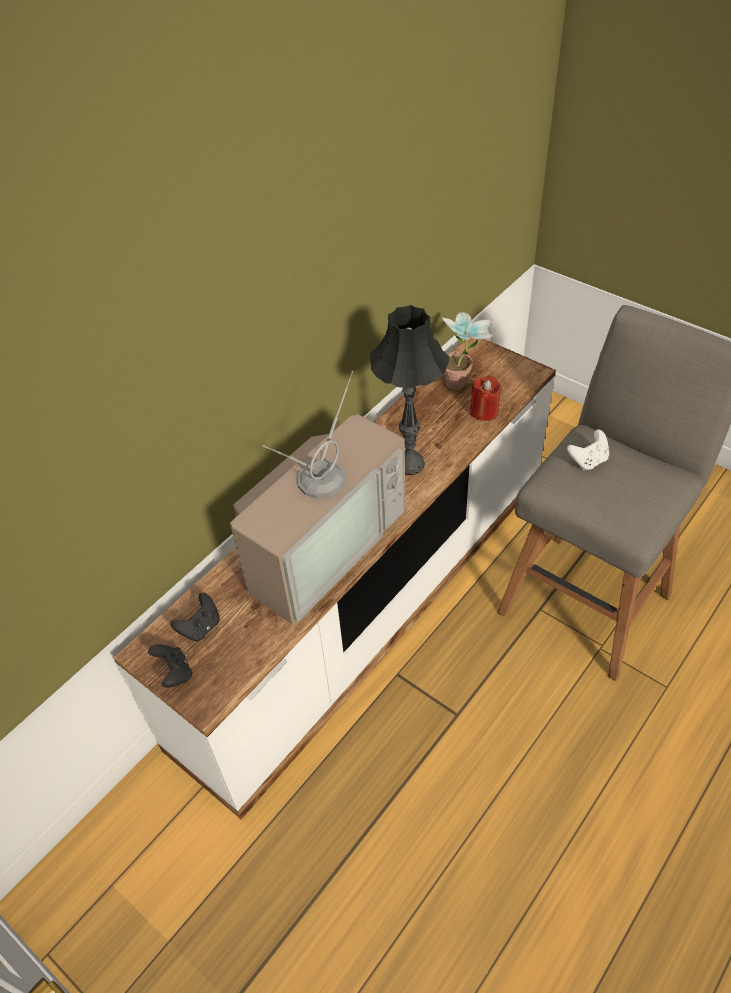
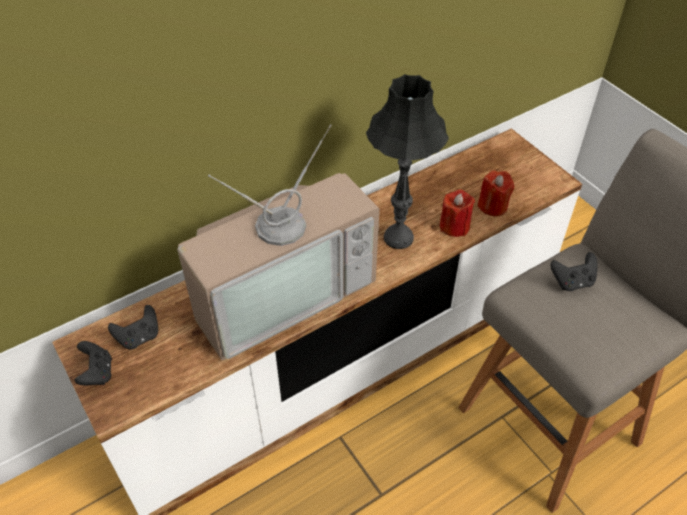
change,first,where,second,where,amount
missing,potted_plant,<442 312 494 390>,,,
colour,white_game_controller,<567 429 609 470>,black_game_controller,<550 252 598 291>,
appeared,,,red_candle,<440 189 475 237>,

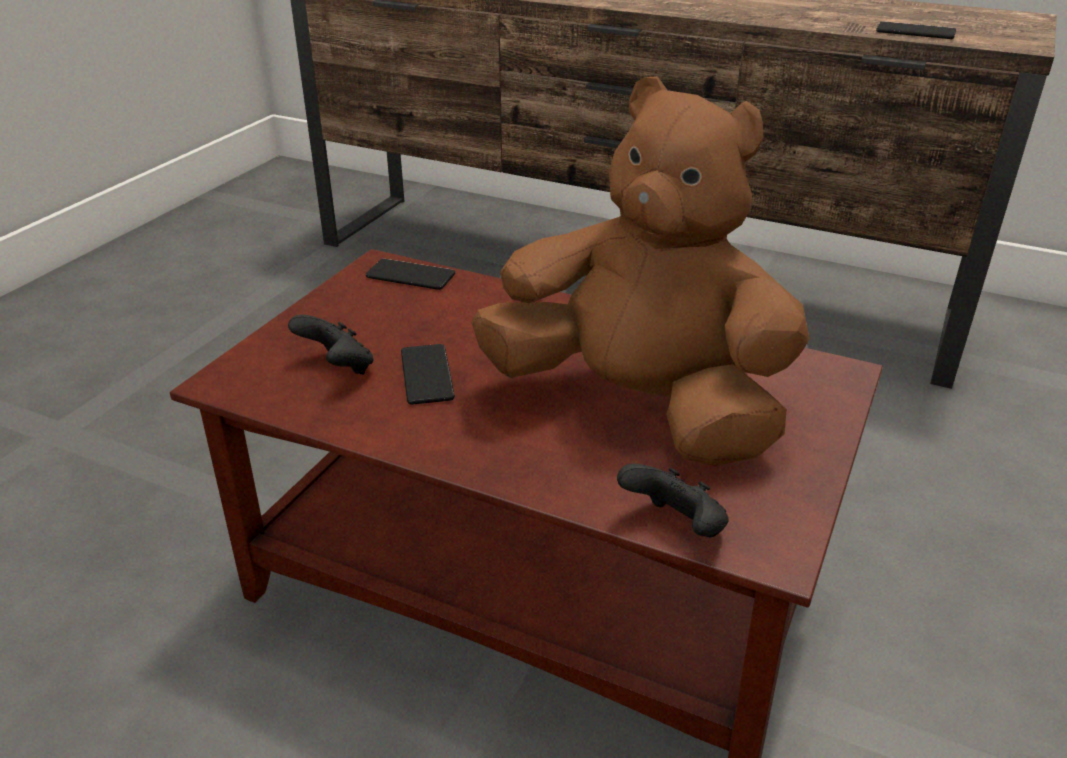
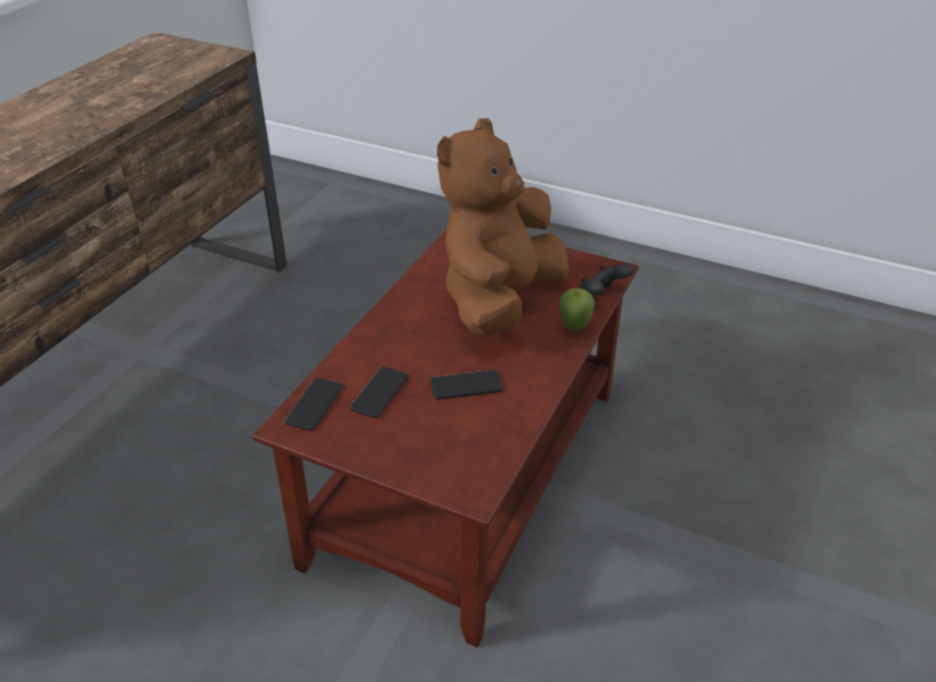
change,first,where,second,where,amount
missing,black_game_controller,<288 315 374 374>,,,
relocated,phone,<876 21 956 39>,,<350 366 408 418>,
appeared,,,apple,<559 288 595 332>,

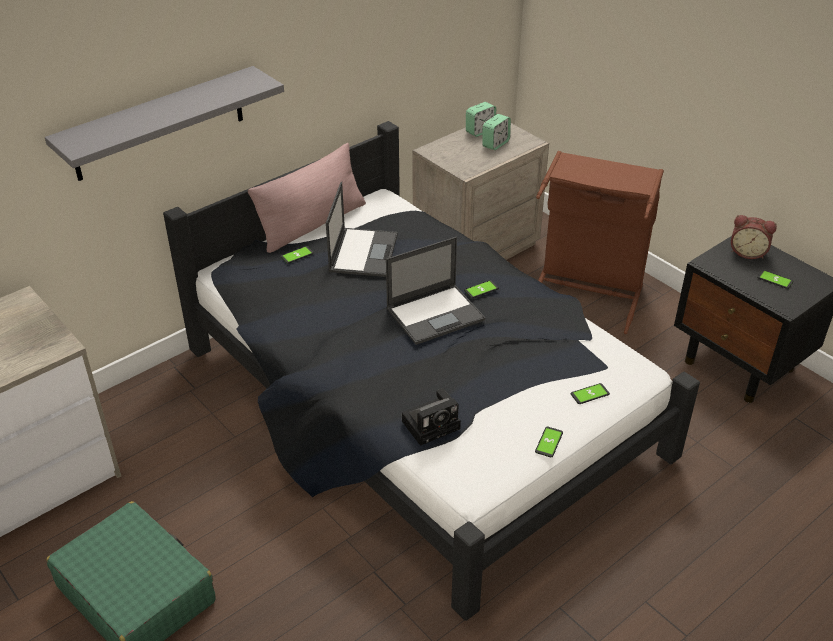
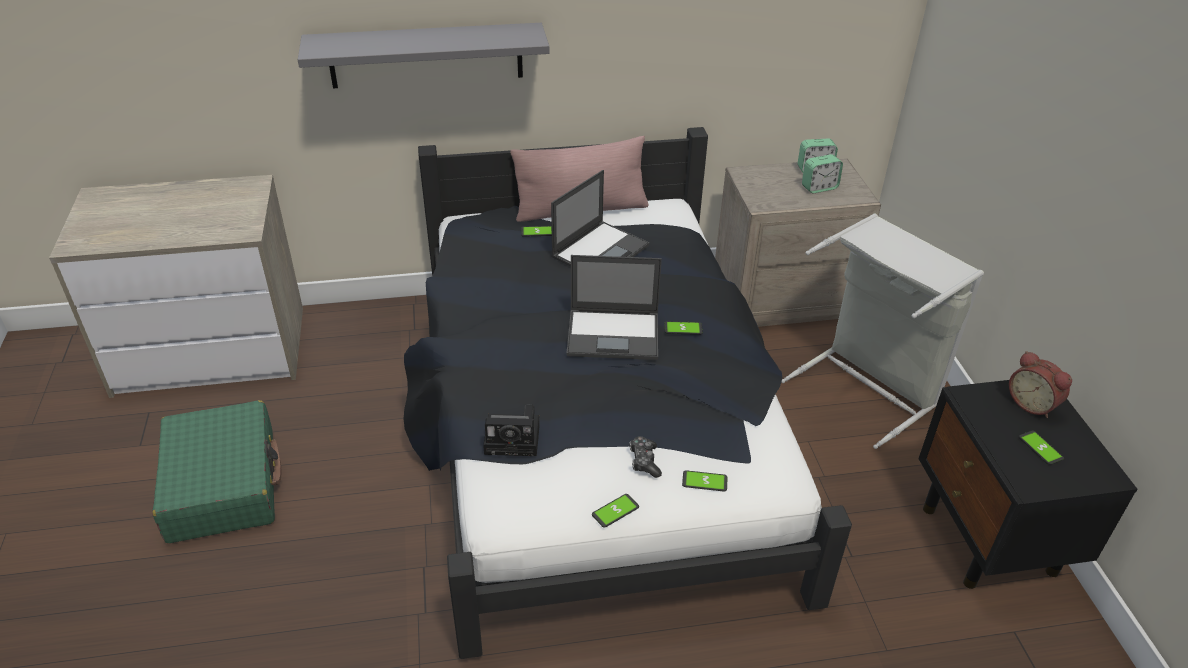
change,first,where,second,where,amount
colour,brown_laundry_basket,<536 151 664 334>,grey_laundry_basket,<781 213 984 449>,
appeared,,,game_controller,<629 436 662 478>,

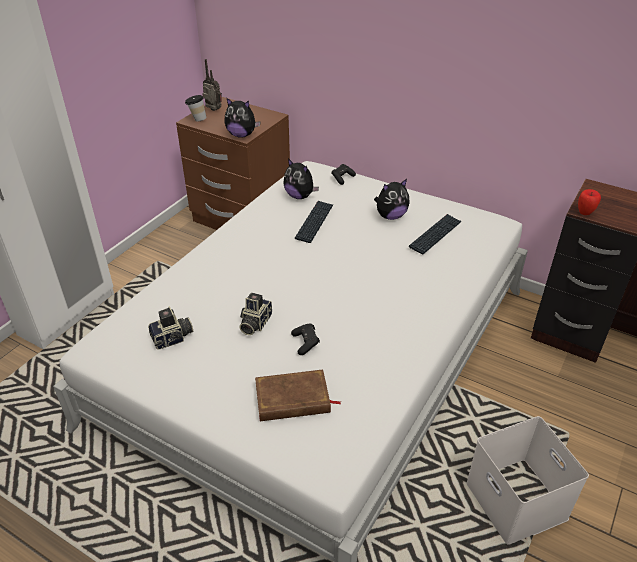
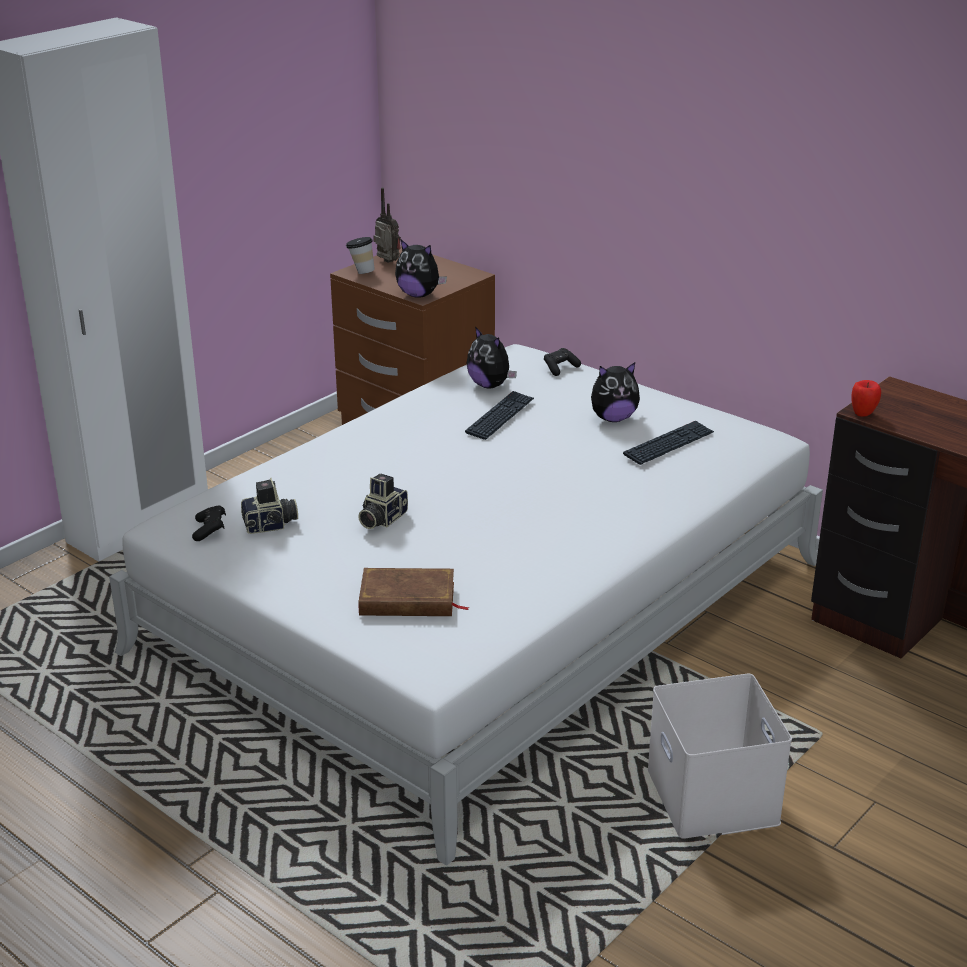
change,first,where,second,where,amount
relocated,black_game_controller,<291 323 320 355>,,<192 506 226 541>,

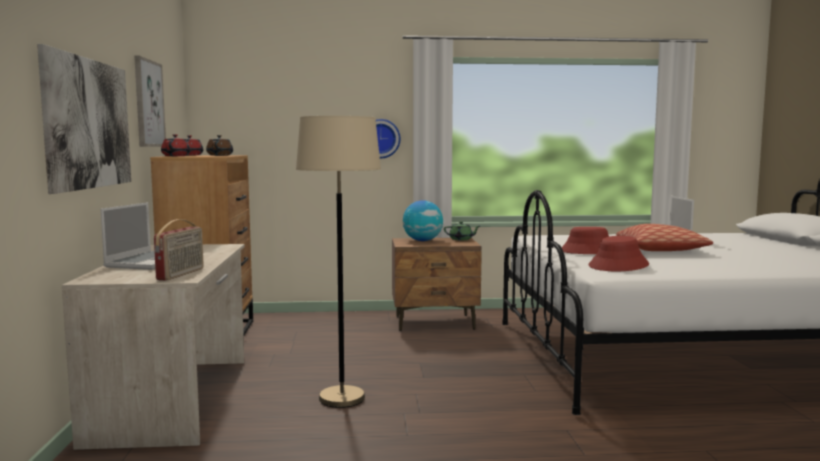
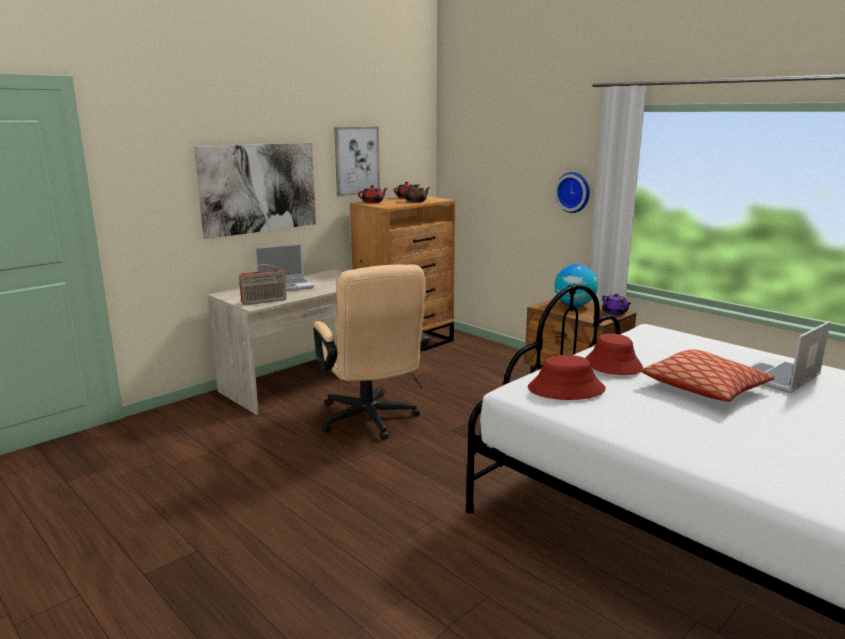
change,first,where,second,where,amount
exchanged,beige_floor_lamp,<296 116 381 408>,beige_office_chair,<313 264 429 440>,
colour,green_teapot,<444 221 480 240>,purple_teapot,<602 293 631 315>,

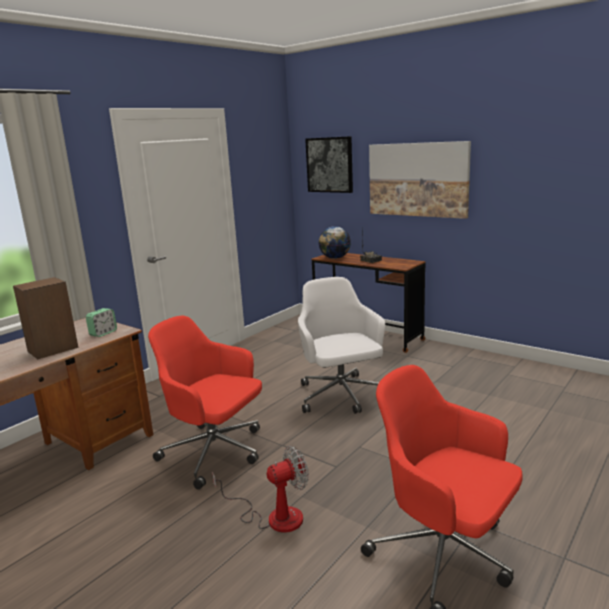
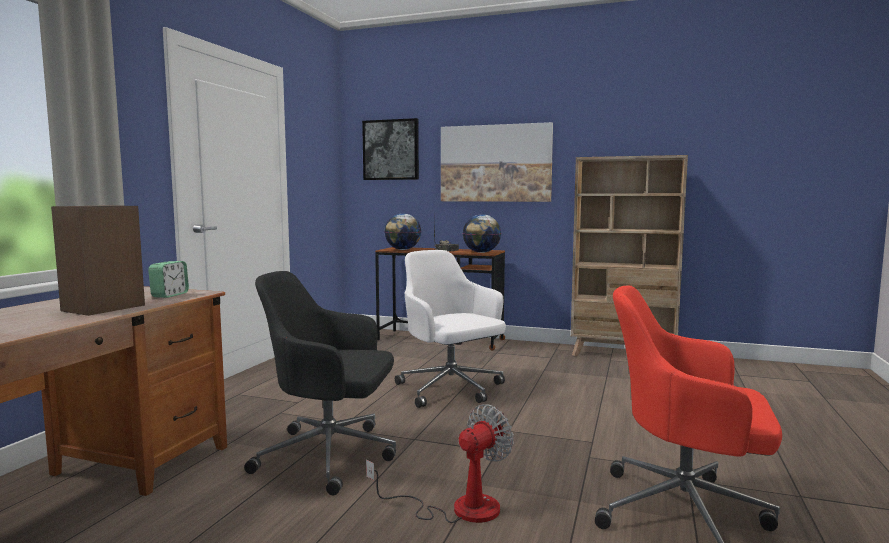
change,first,where,second,where,amount
colour,red_office_chair,<148 315 262 490>,black_office_chair,<244 271 396 495>,
appeared,,,globe,<463 214 501 253>,
appeared,,,beige_bookcase,<571 155 688 356>,

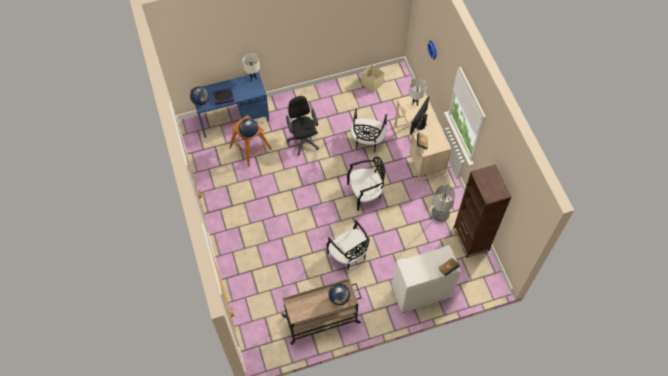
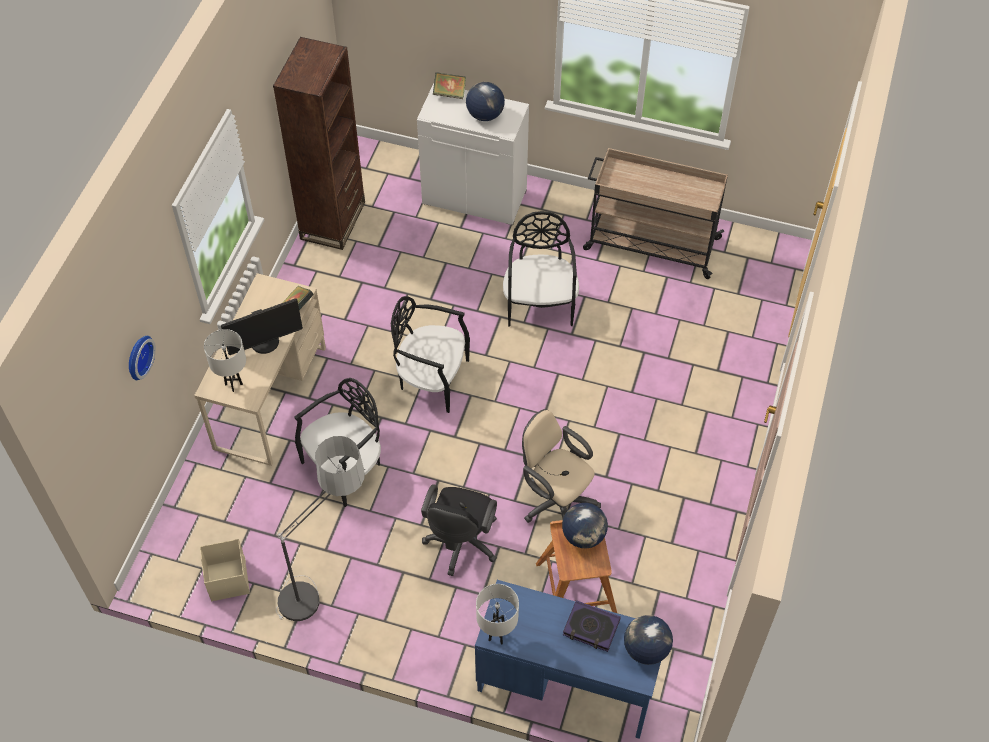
change,first,where,second,where,amount
relocated,globe,<329 283 350 305>,,<466 82 505 121>,
relocated,floor_lamp,<431 182 455 225>,,<276 436 365 621>,
appeared,,,beige_office_chair,<522 409 601 523>,

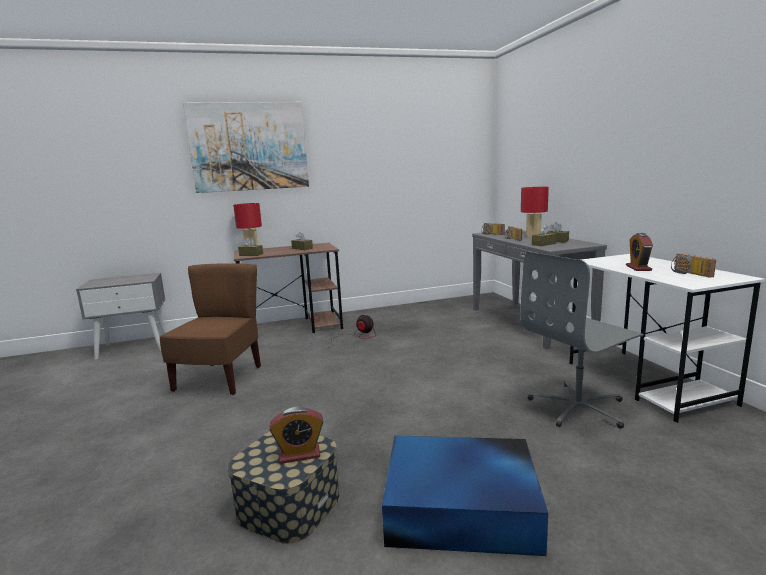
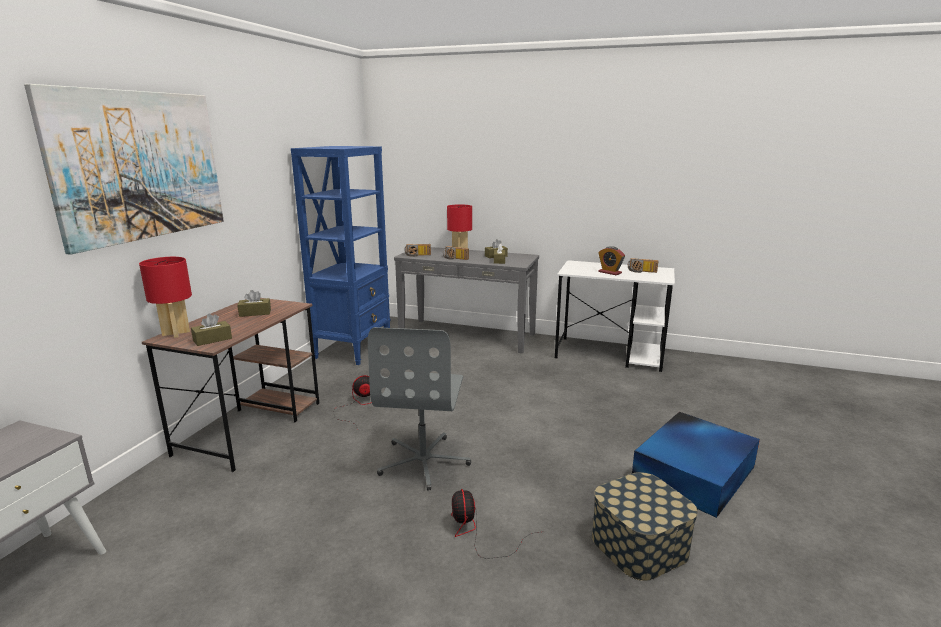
change,first,where,second,where,amount
missing,brown_chair,<160 263 261 395>,,,
missing,alarm_clock,<269 407 323 464>,,,
relocated,grey_office_chair,<520 252 644 429>,,<368 327 471 490>,
appeared,,,blue_bookcase,<291 146 391 365>,
appeared,,,fan,<451 489 539 559>,

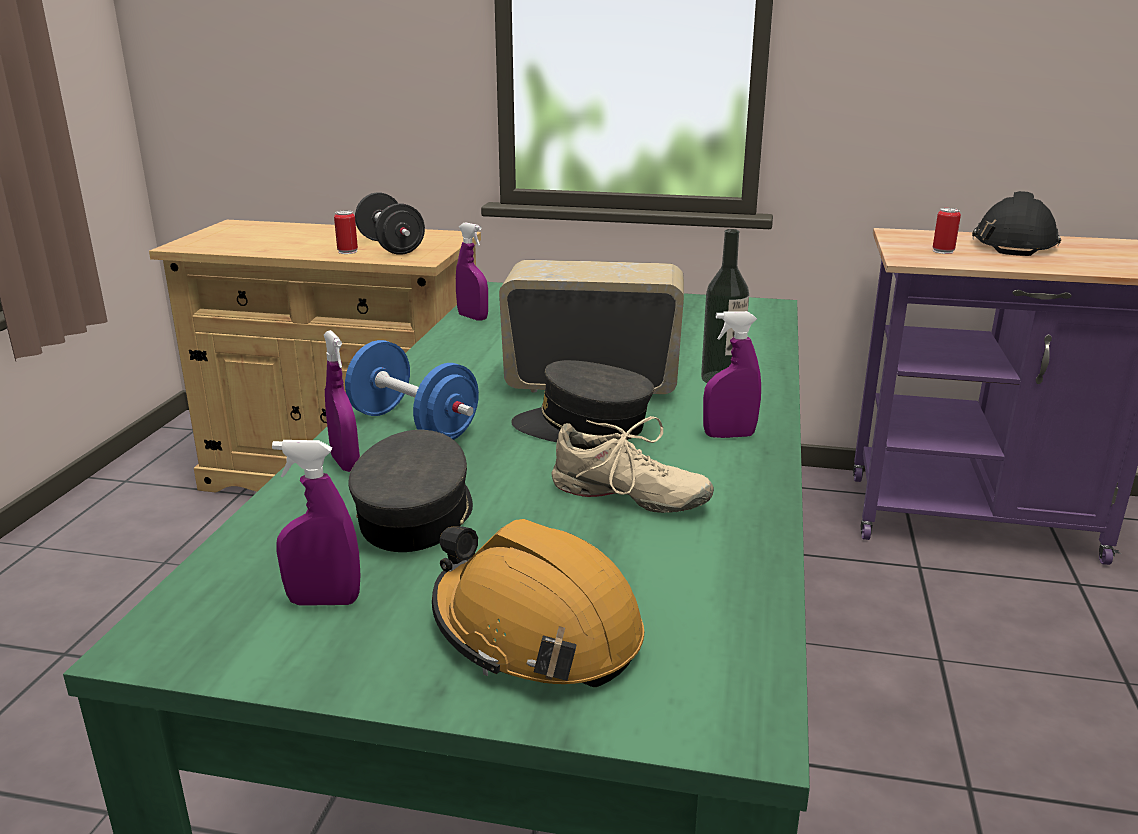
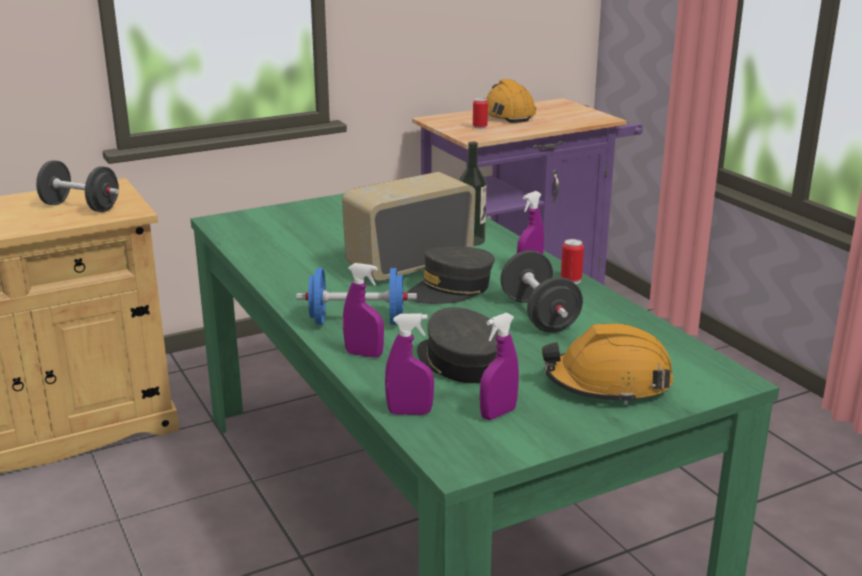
change,first,where,second,where,amount
relocated,can,<334 210 358 254>,,<561 239 584 284>,
relocated,purple_spray_bottle,<456 222 488 321>,,<385 314 434 415>,
exchanged,beige_shoe,<551 416 714 513>,black_dumbbell,<500 250 583 332>,
colour,black_hard_hat,<972 191 1061 256>,orange_hard_hat,<486 79 536 123>,

